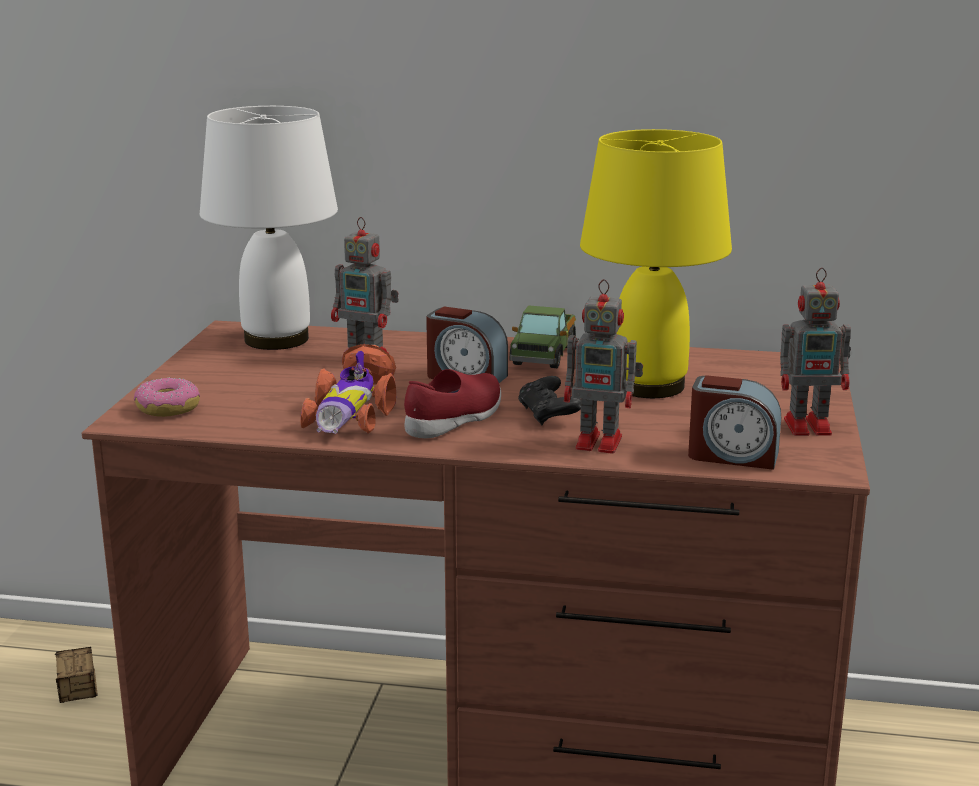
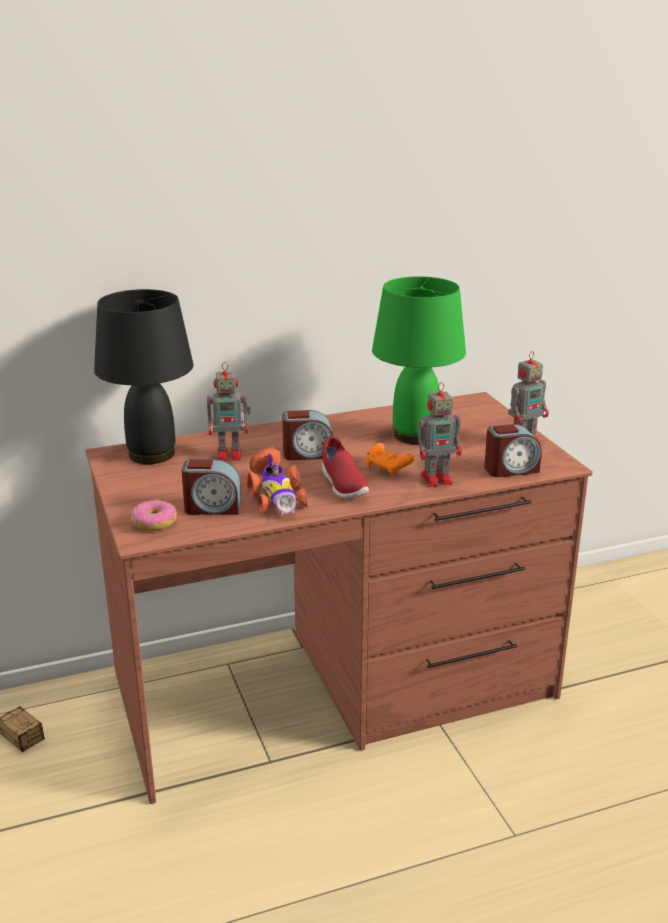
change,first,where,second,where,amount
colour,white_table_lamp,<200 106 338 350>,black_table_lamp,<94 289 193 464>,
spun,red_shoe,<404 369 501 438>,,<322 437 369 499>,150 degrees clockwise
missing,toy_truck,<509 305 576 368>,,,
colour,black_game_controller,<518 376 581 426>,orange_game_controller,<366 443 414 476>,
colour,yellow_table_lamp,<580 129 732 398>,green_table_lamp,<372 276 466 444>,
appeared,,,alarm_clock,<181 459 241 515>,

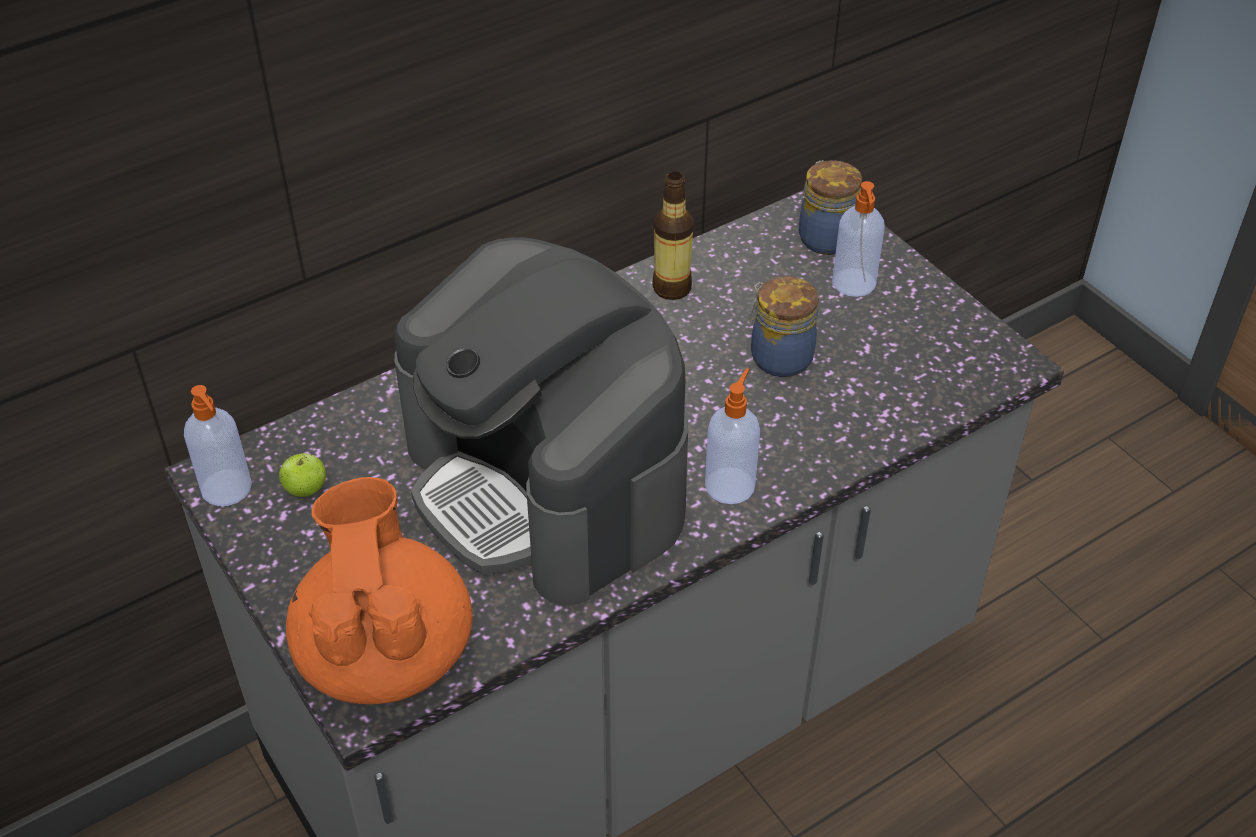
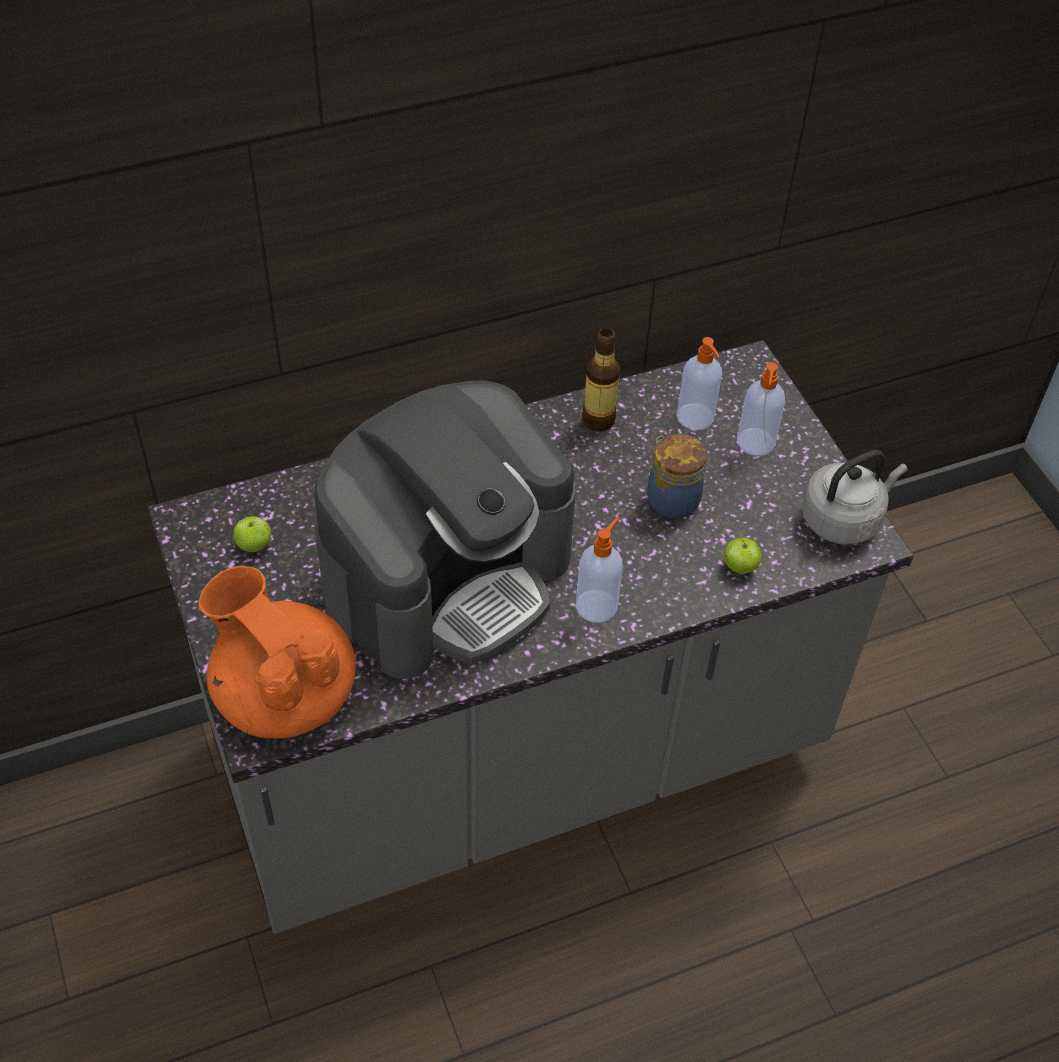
change,first,where,second,where,amount
relocated,soap_dispenser,<184 385 252 506>,,<677 337 722 430>,
spun,orange_teapot,<286 477 473 704>,,<198 565 356 738>,45 degrees counterclockwise
spun,coffee_machine,<395 237 688 605>,,<314 380 576 679>,105 degrees counterclockwise
missing,jar,<799 160 862 255>,,,
appeared,,,apple,<724 538 762 574>,
appeared,,,grey_kettle,<802 450 908 545>,

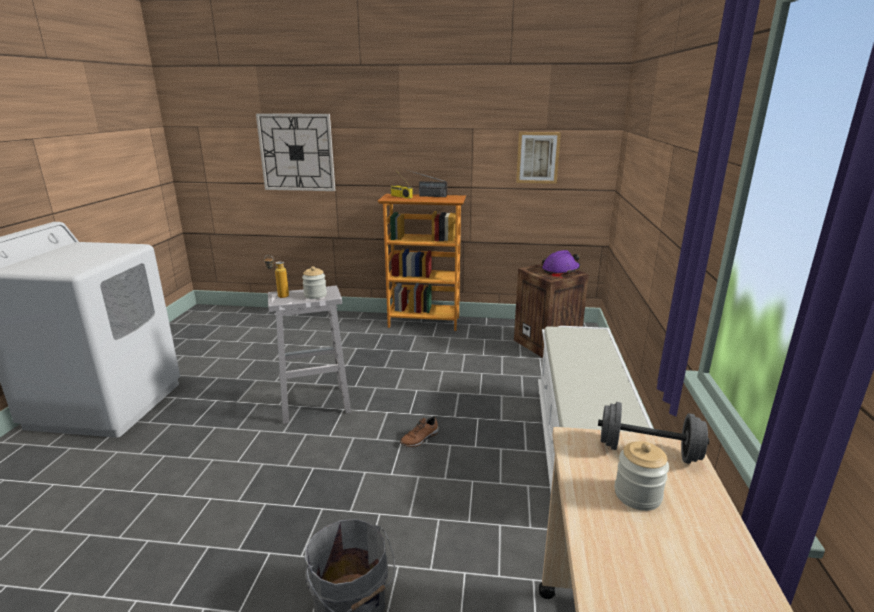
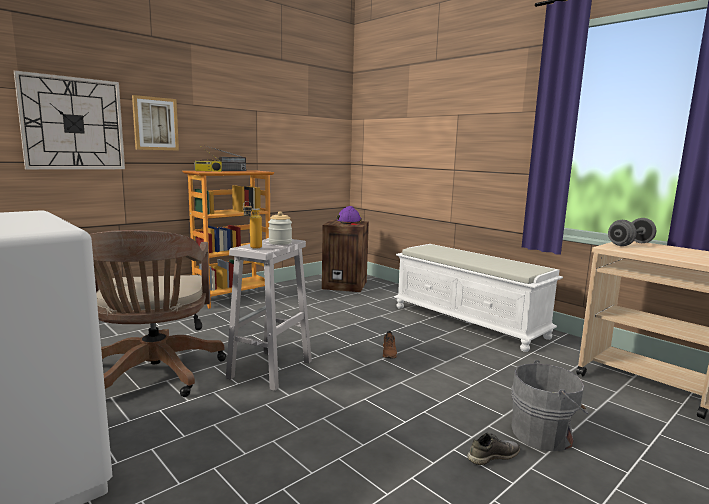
change,first,where,second,where,amount
relocated,picture,<516 132 561 184>,,<132 95 179 150>,
missing,jar,<615 441 669 511>,,,
appeared,,,brown_office_chair,<90 230 226 397>,
appeared,,,grey_shoe,<467 433 520 465>,

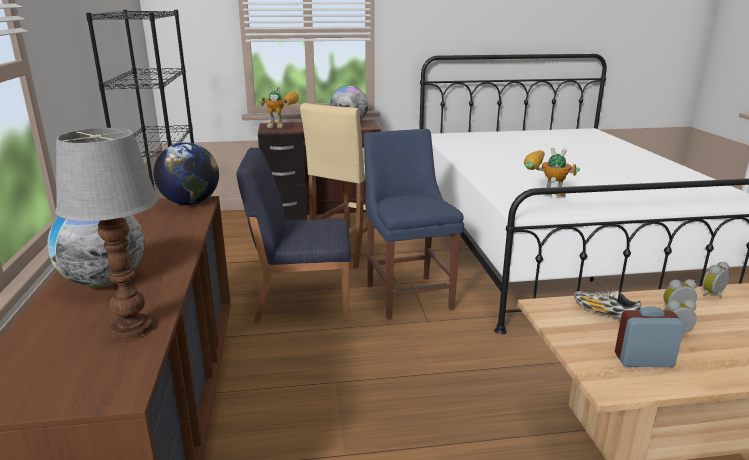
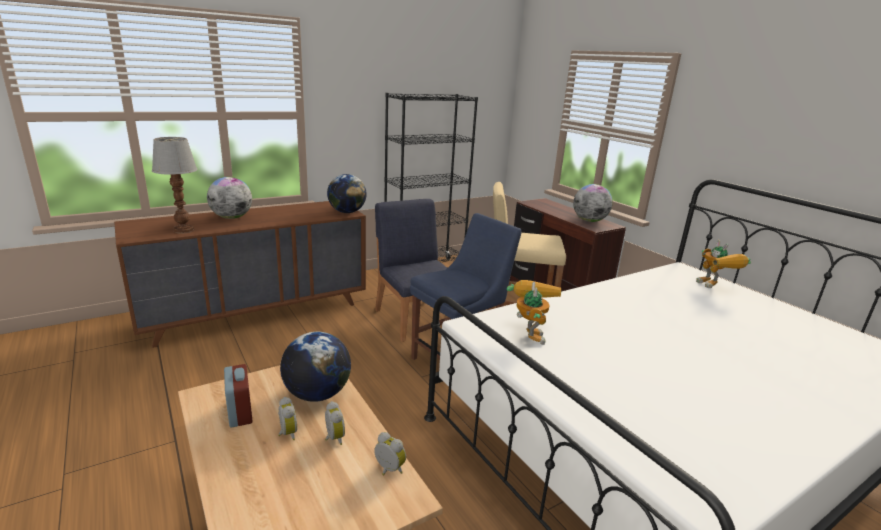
change,first,where,second,where,amount
relocated,toy_robot,<259 87 299 128>,,<696 240 751 288>,
exchanged,shoe,<573 290 641 320>,globe,<280 332 351 402>,

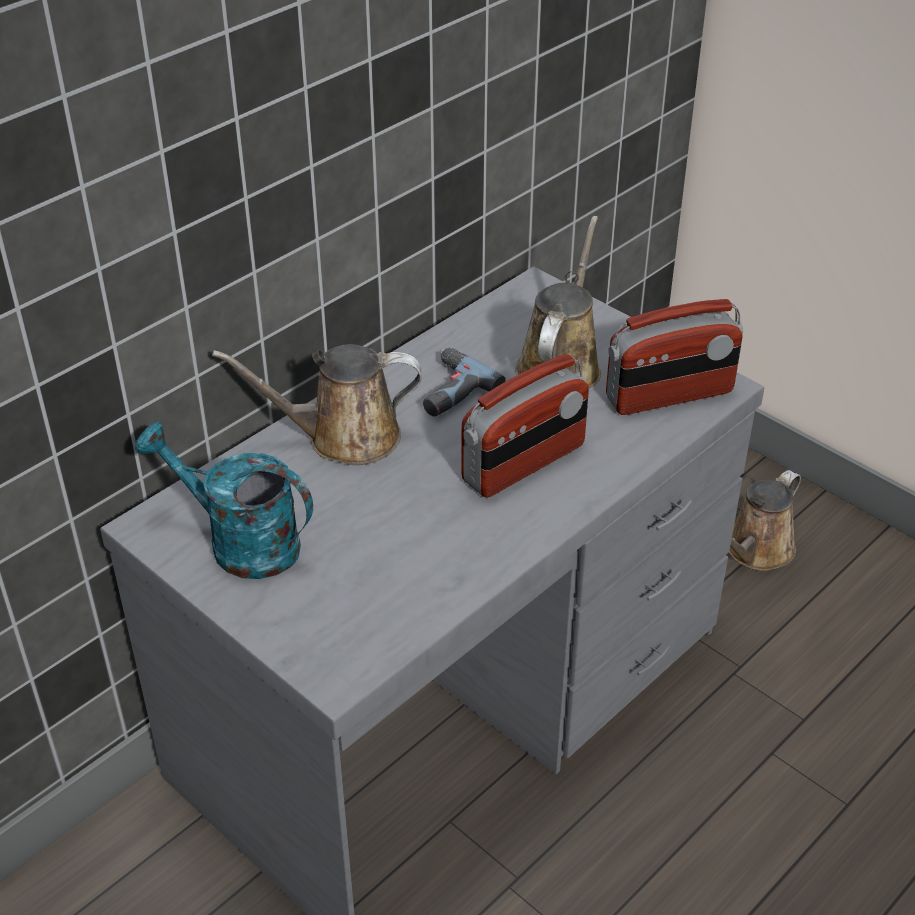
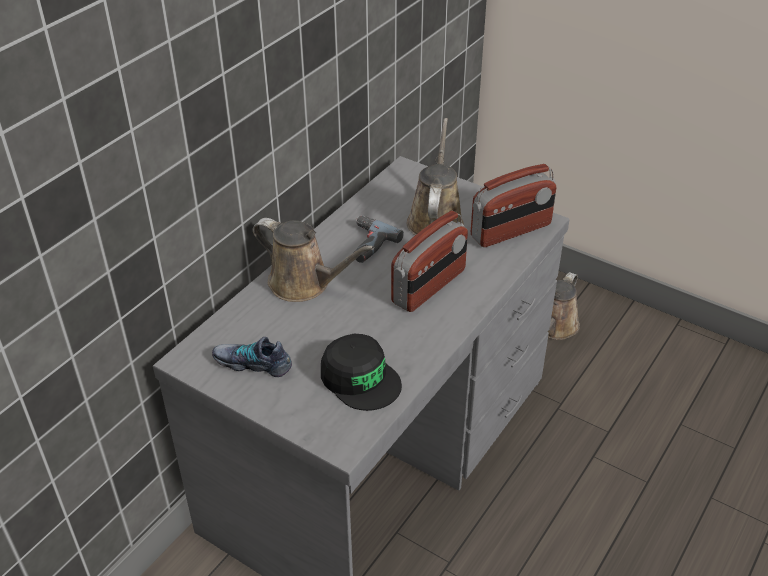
change,first,where,second,where,amount
exchanged,turquoise_watering_can,<135 422 313 579>,shoe,<212 337 292 377>,
spun,brown_watering_can,<212 344 422 465>,,<253 218 374 302>,135 degrees counterclockwise
appeared,,,black_cap,<321 334 402 411>,

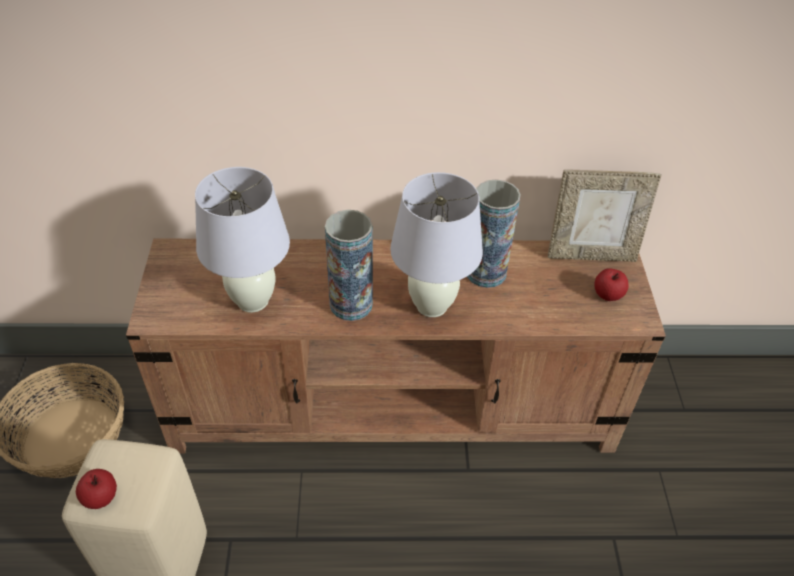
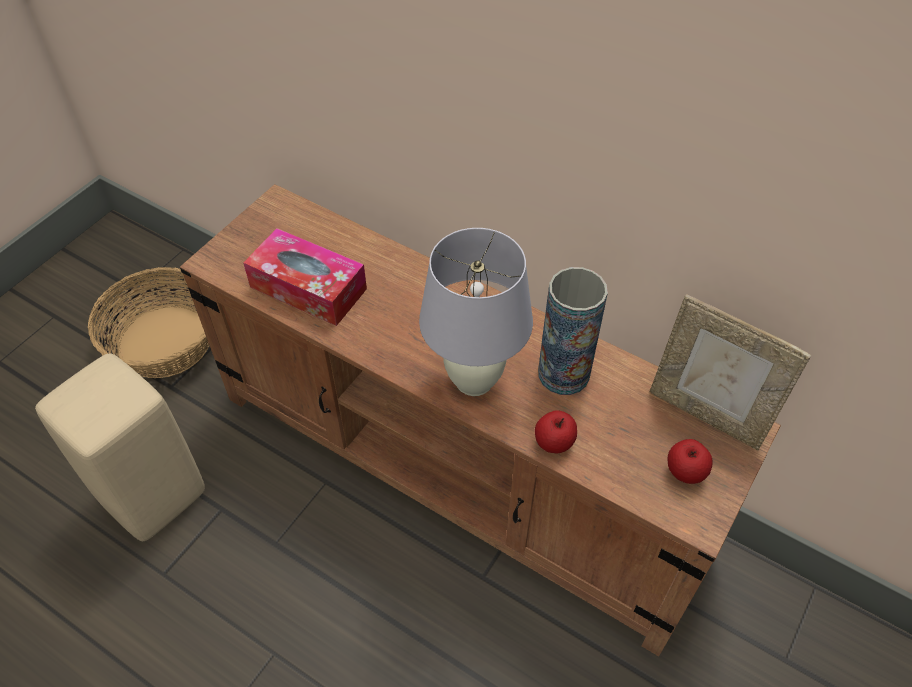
change,first,where,second,where,amount
relocated,apple,<76 469 117 509>,,<535 410 577 453>,
exchanged,white_table_lamp,<195 167 290 313>,tissue_box,<243 228 367 326>,
missing,vase,<325 210 373 321>,,,

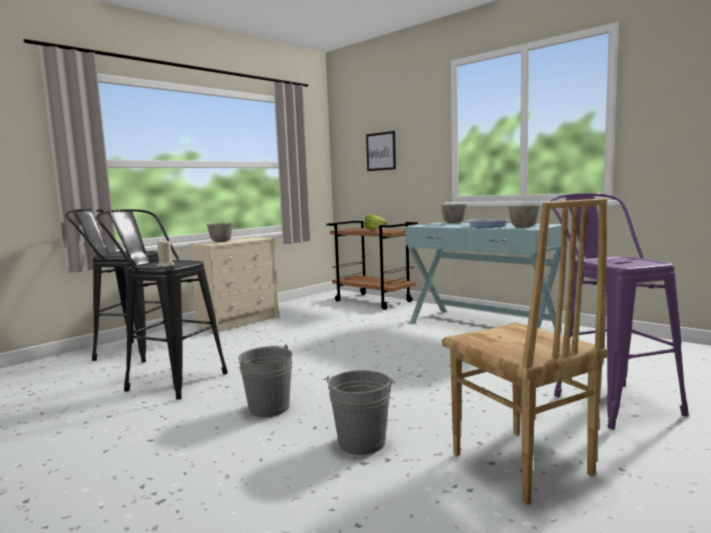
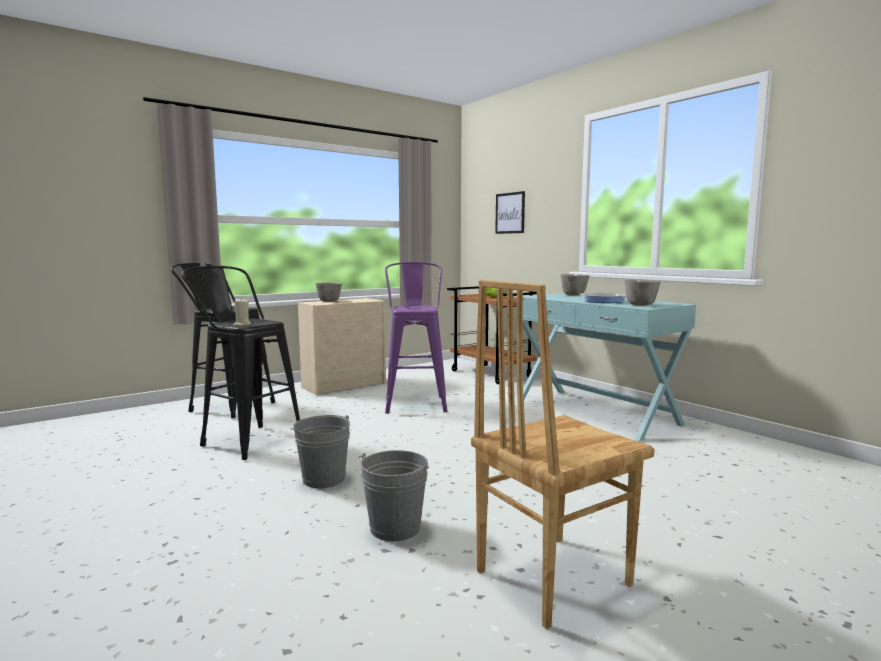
change,first,where,second,where,amount
spun,brown_chair,<442 198 608 505>,,<471 280 654 629>,75 degrees clockwise
relocated,purple_stool,<550 193 689 429>,,<385 262 448 414>,

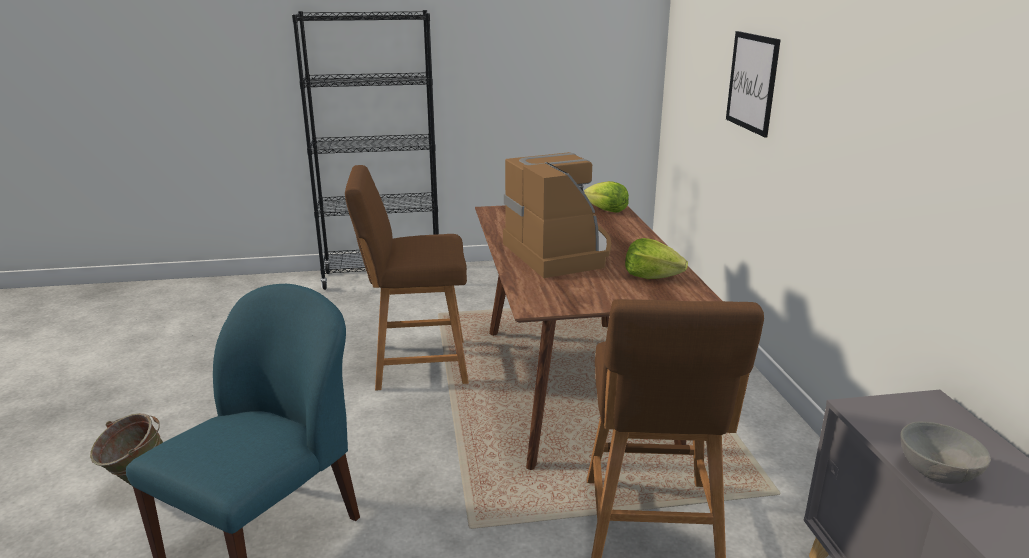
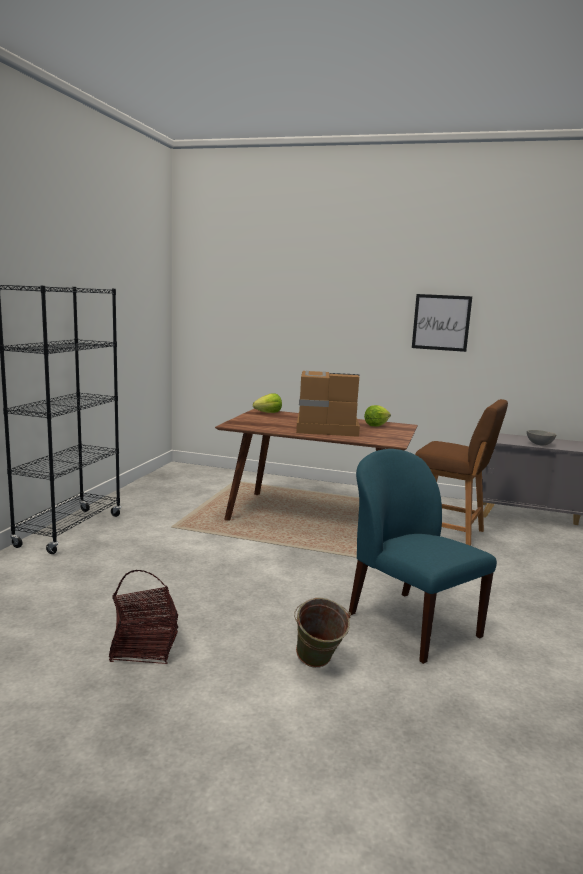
change,first,where,second,where,amount
missing,brown_stool,<345 165 469 390>,,,
relocated,picture,<726 31 781 137>,,<412 294 472 352>,
appeared,,,basket,<109 570 178 664>,

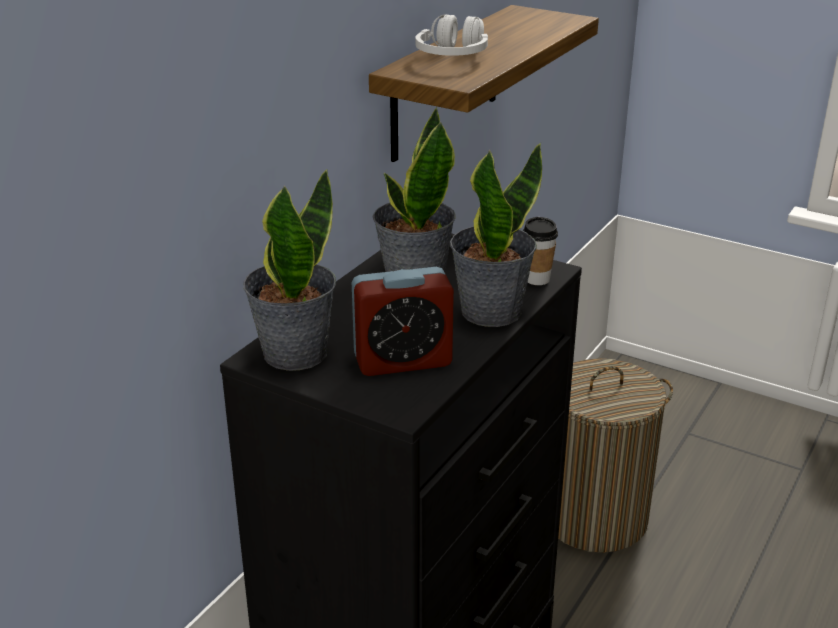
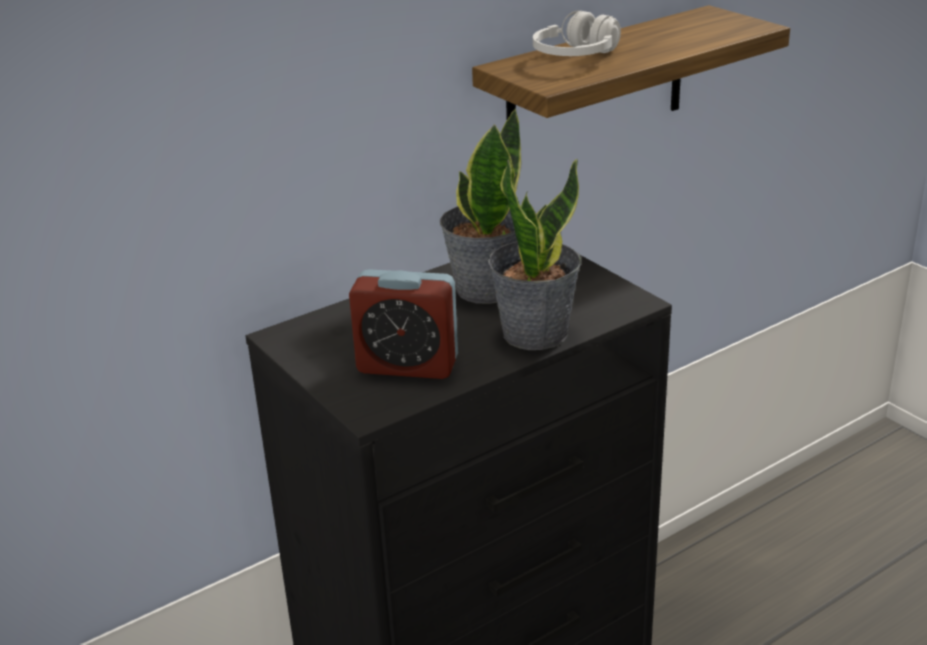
change,first,where,second,where,amount
missing,potted_plant,<243 169 336 371>,,,
missing,cup,<523 217 558 285>,,,
missing,laundry_basket,<558 358 673 553>,,,

